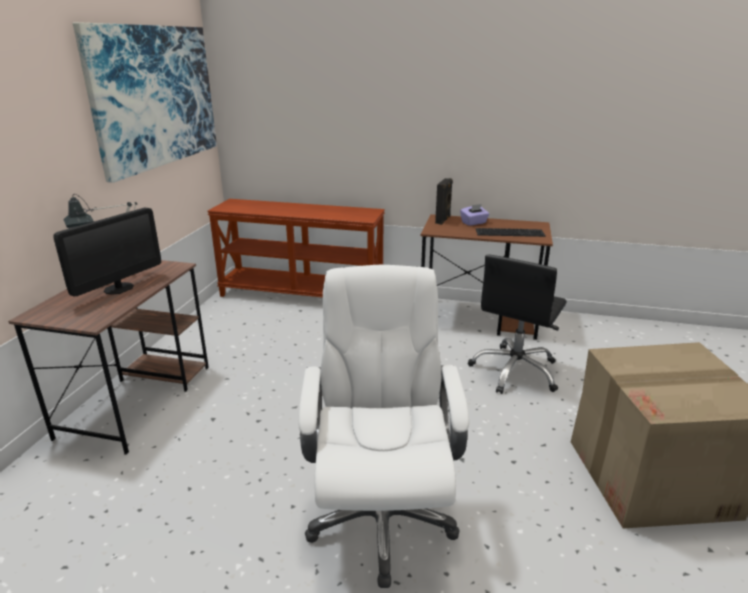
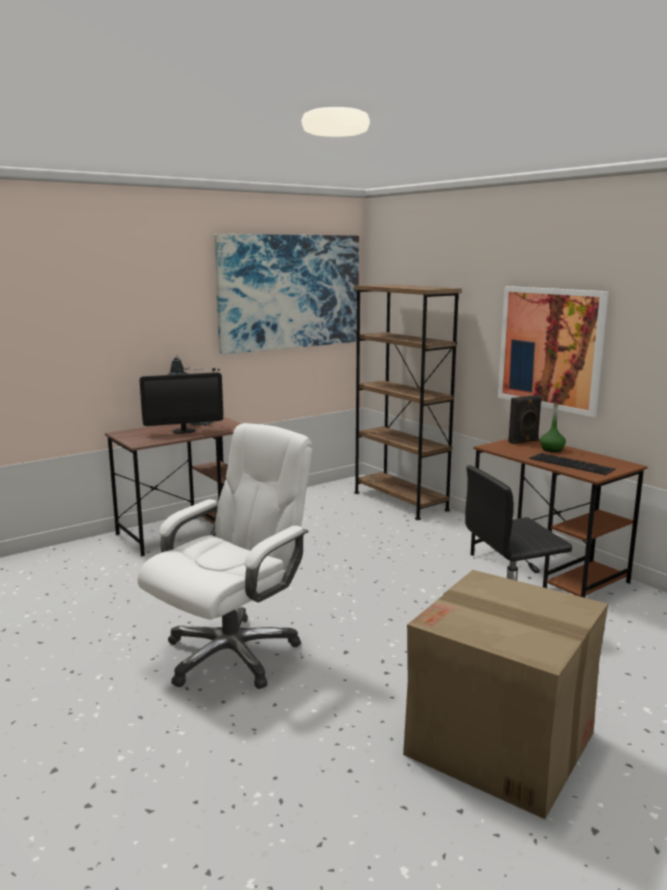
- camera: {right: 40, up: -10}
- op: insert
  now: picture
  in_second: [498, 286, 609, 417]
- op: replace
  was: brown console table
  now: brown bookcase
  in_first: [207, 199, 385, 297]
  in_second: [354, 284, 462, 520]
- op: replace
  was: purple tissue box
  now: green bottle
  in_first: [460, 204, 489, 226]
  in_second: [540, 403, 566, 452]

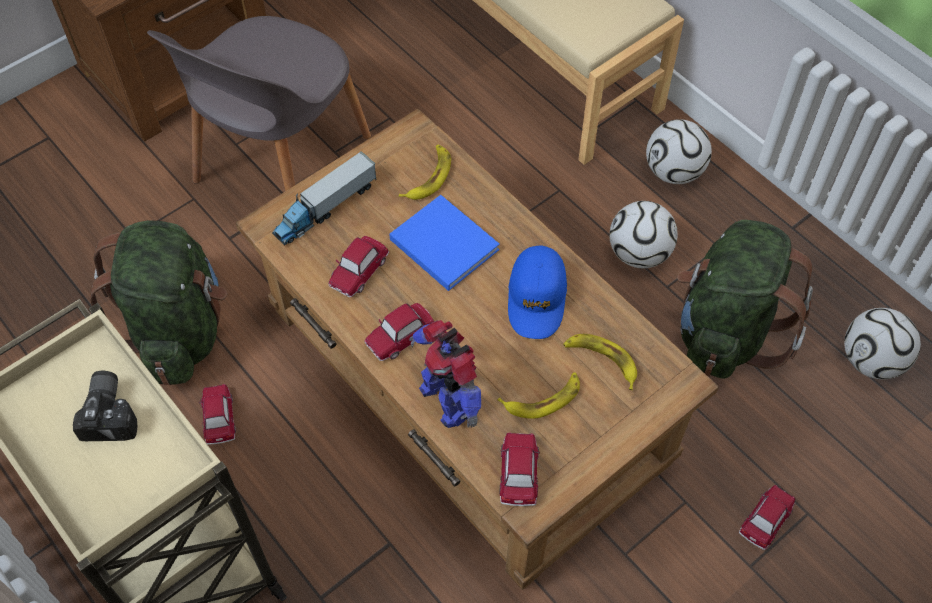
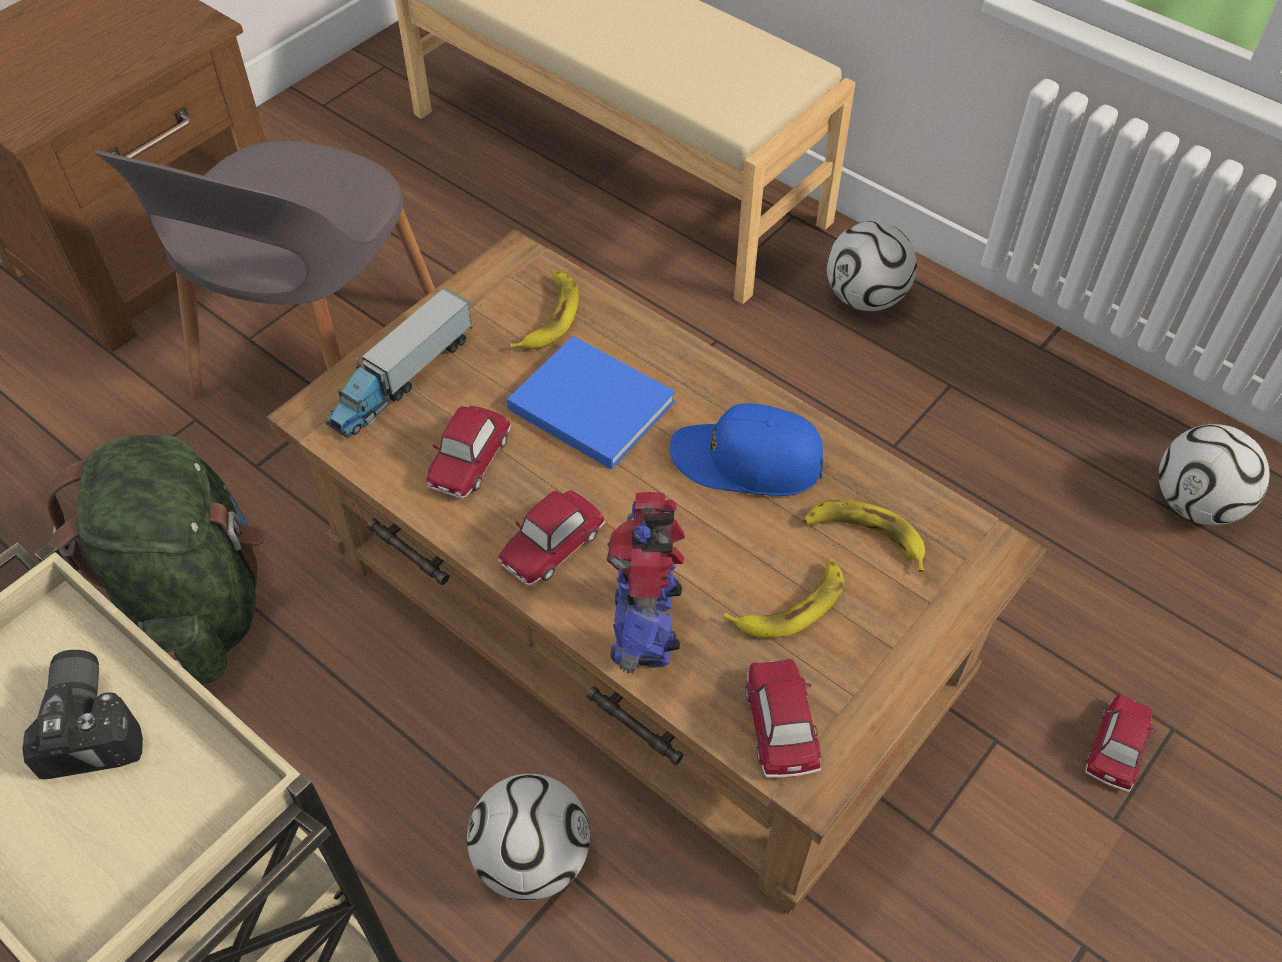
- camera: {right: -10, up: -5}
- op: delete
  was: toy car
  in_first: [199, 384, 236, 445]
- op: delete
  was: green backpack
  in_first: [677, 220, 813, 379]
- op: move
  was: football
  in_first: [609, 201, 678, 268]
  in_second: [467, 774, 590, 901]
- op: rotate
  was: toy robot
  in_first: [409, 320, 481, 428]
  in_second: [607, 492, 685, 674]
  clockwise: 45
- op: rotate
  was: blue cap
  in_first: [508, 245, 567, 339]
  in_second: [669, 403, 824, 496]
  clockwise: 105

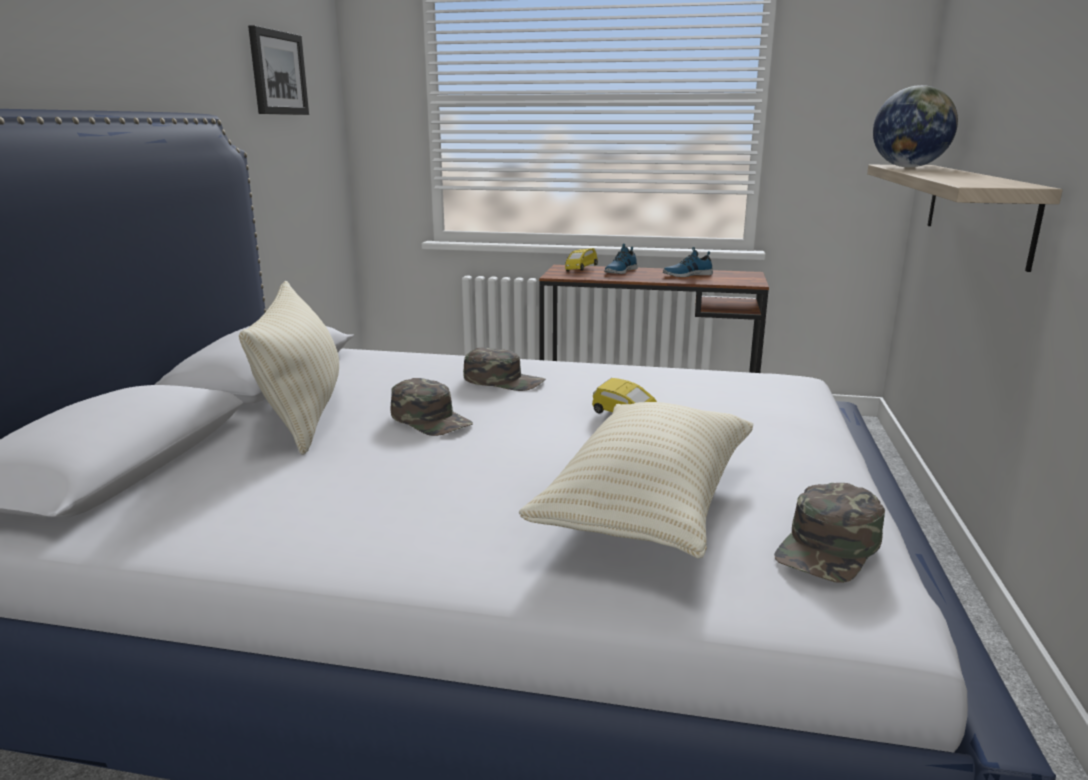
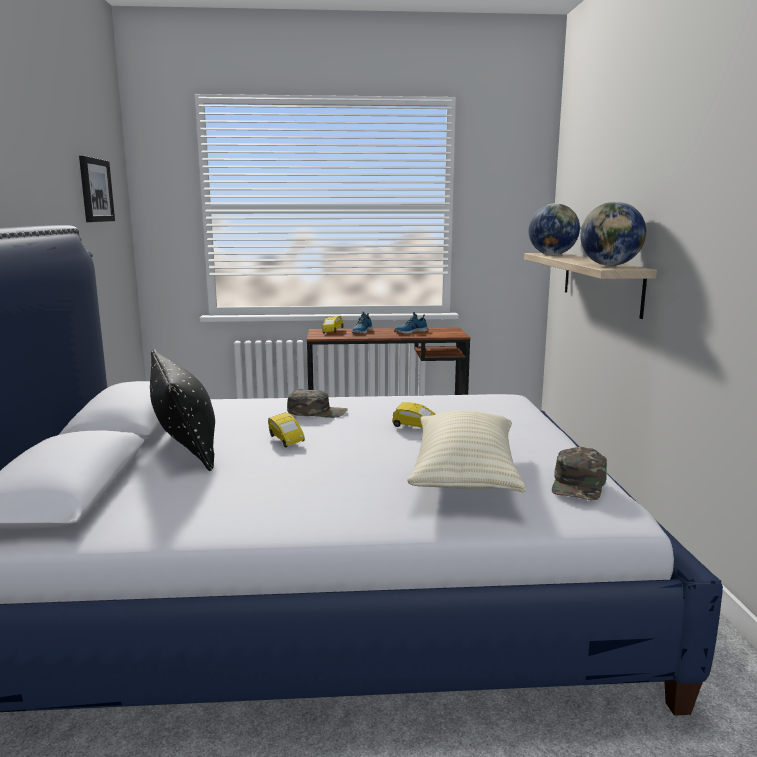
- camera: {right: -15, up: -5}
- op: insert
  now: globe
  in_second: [580, 202, 646, 266]
- op: replace
  was: green cap
  now: yellow toy car
  in_first: [390, 378, 473, 436]
  in_second: [268, 412, 305, 448]
- op: recolor
  was: beige pillow
  now: black pillow
  in_first: [239, 281, 339, 455]
  in_second: [150, 349, 215, 471]

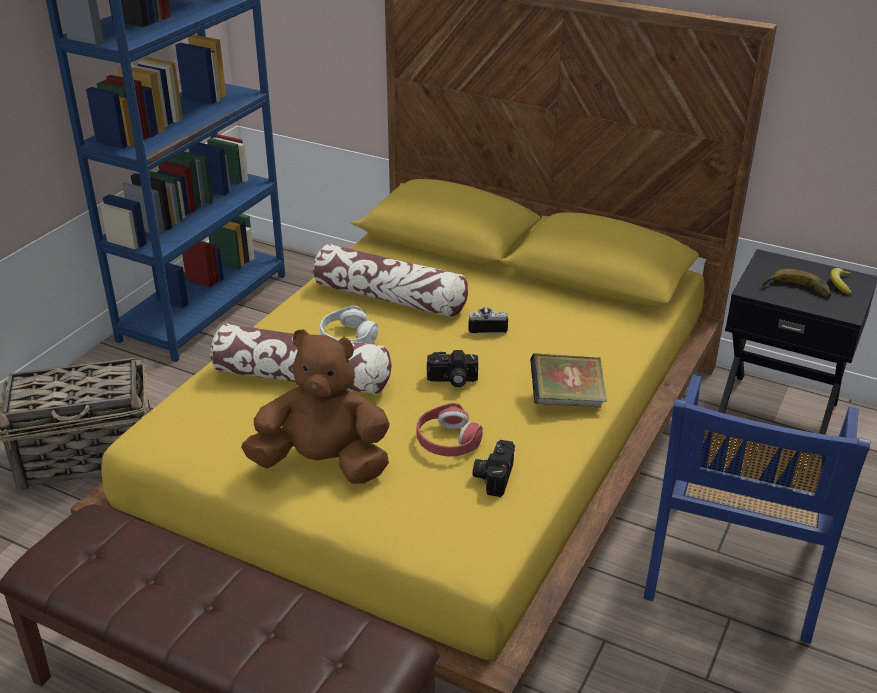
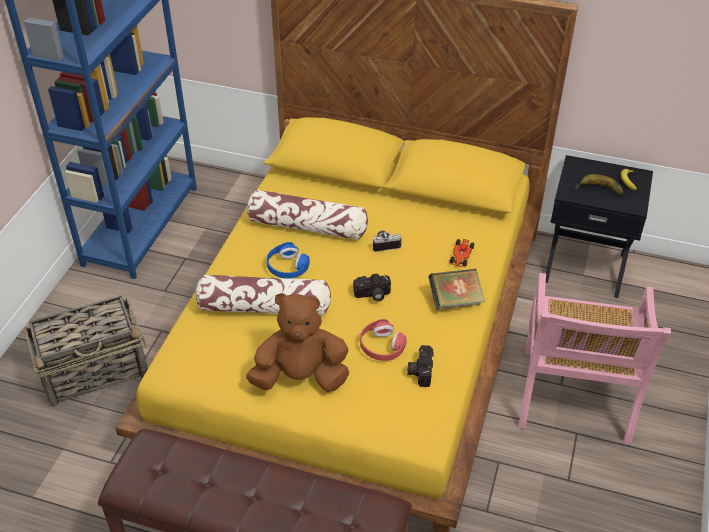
- camera: {right: -10, up: 10}
- op: insert
  now: toy car
  in_second: [449, 239, 475, 267]
- op: recolor
  was: white headphones
  now: blue headphones
  in_first: [320, 306, 378, 344]
  in_second: [267, 242, 310, 279]
- op: recolor
  was: blue chair
  now: pink chair
  in_first: [644, 375, 870, 644]
  in_second: [519, 273, 671, 444]

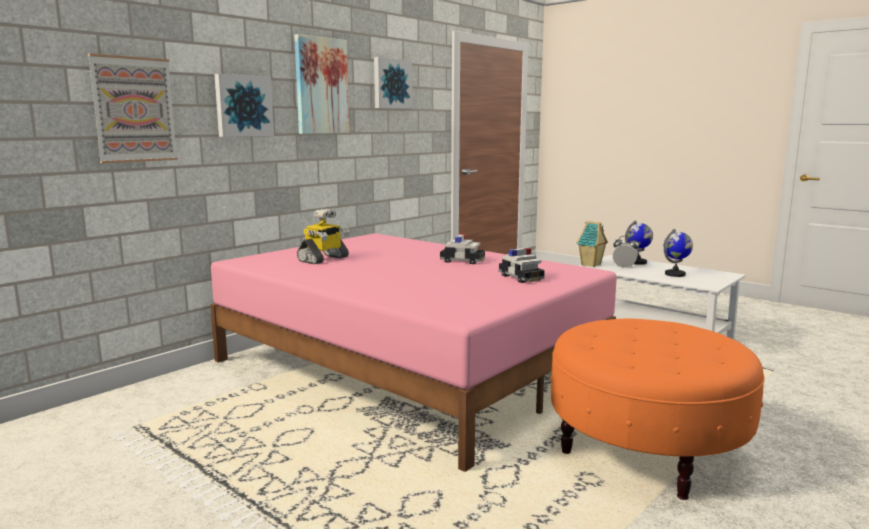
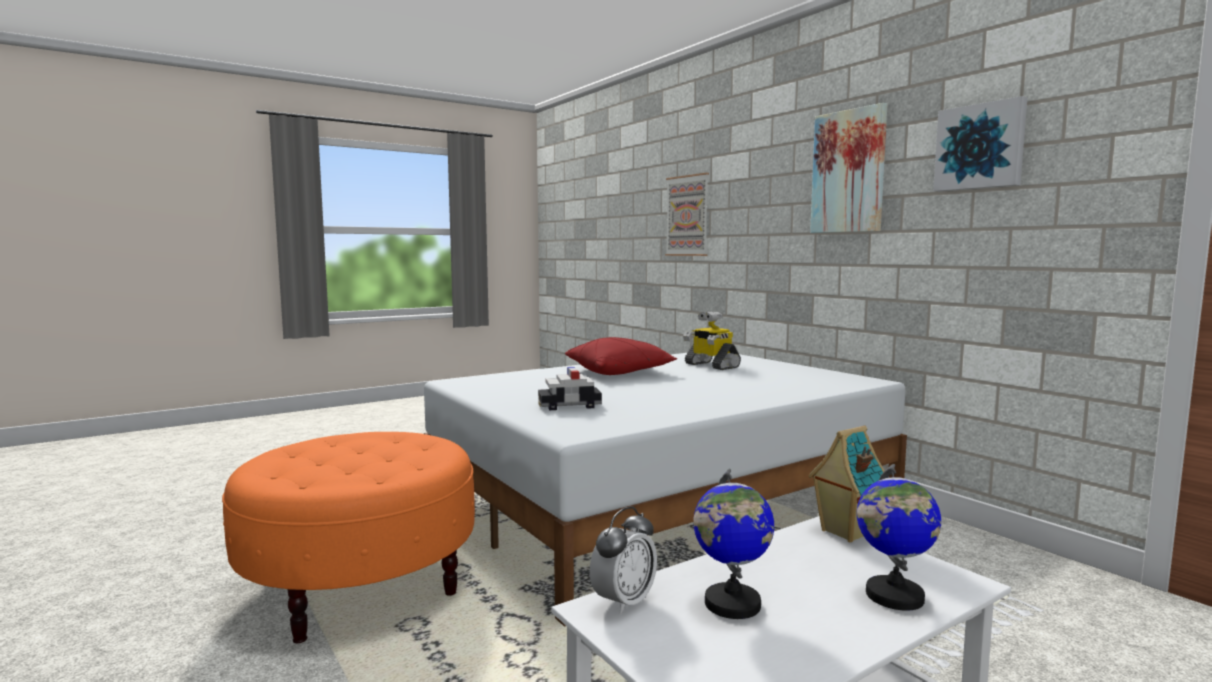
- camera: {right: 105, up: -5}
- op: delete
  was: picture
  in_first: [214, 74, 274, 137]
- op: delete
  was: toy car
  in_first: [440, 234, 485, 264]
- op: insert
  now: red pillow
  in_second: [565, 337, 677, 375]
- op: move
  was: alarm clock
  in_first: [613, 236, 639, 268]
  in_second: [590, 506, 657, 614]
- op: recolor
  was: pink bed
  now: white bed
  in_first: [210, 233, 617, 472]
  in_second: [424, 353, 907, 627]

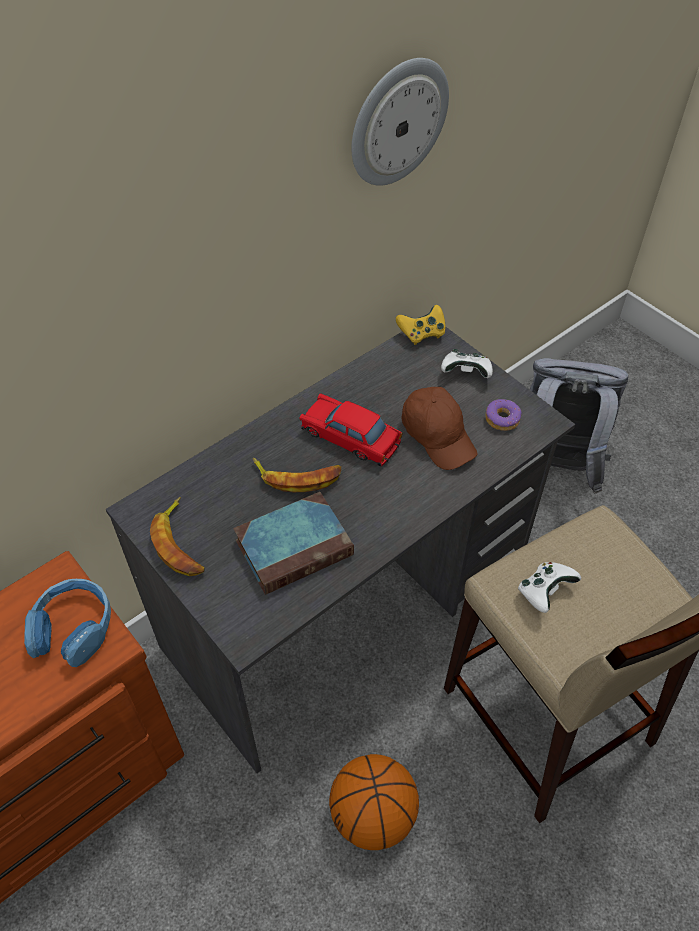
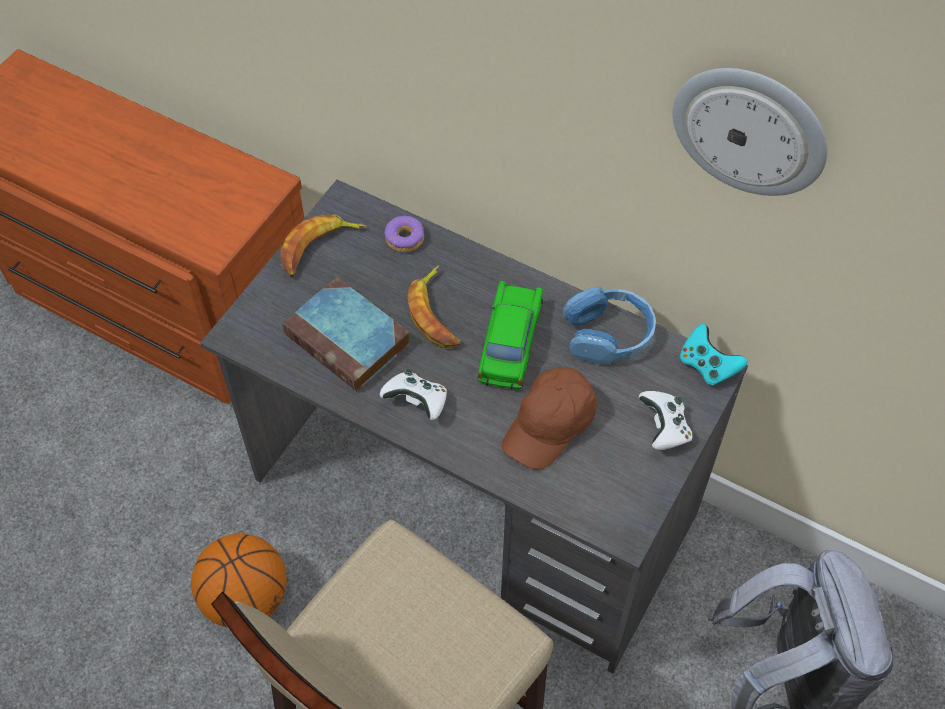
- camera: {right: 70, up: 5}
- op: move
  was: blue headphones
  in_first: [24, 579, 111, 667]
  in_second: [563, 287, 656, 365]
- op: move
  was: donut
  in_first: [485, 399, 521, 431]
  in_second: [384, 215, 424, 252]
- op: move
  was: white game controller
  in_first: [518, 562, 581, 613]
  in_second: [380, 369, 447, 420]
- op: recolor
  was: red toy car
  now: green toy car
  in_first: [299, 393, 402, 466]
  in_second: [477, 281, 543, 389]
- op: recolor
  was: yellow game controller
  now: turquoise game controller
  in_first: [396, 305, 445, 345]
  in_second: [680, 324, 748, 385]

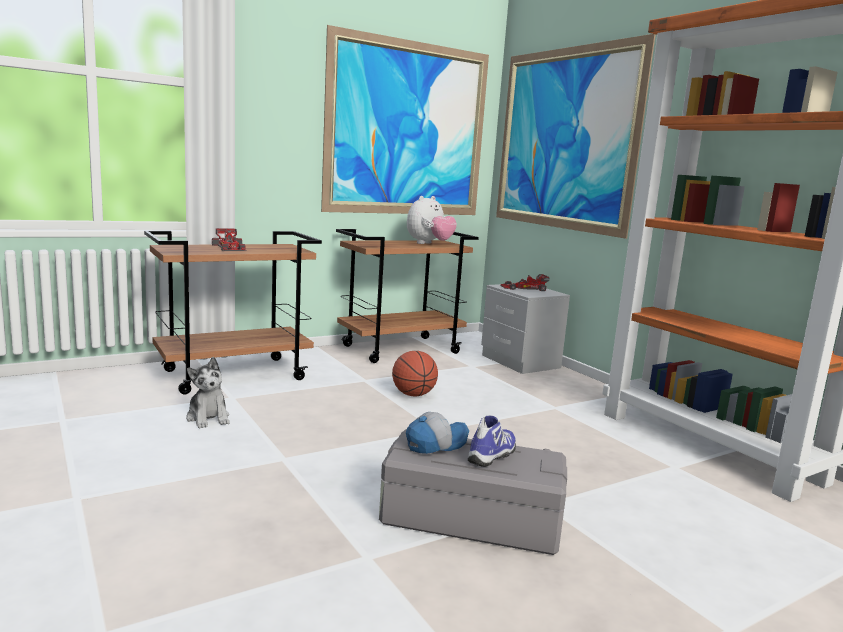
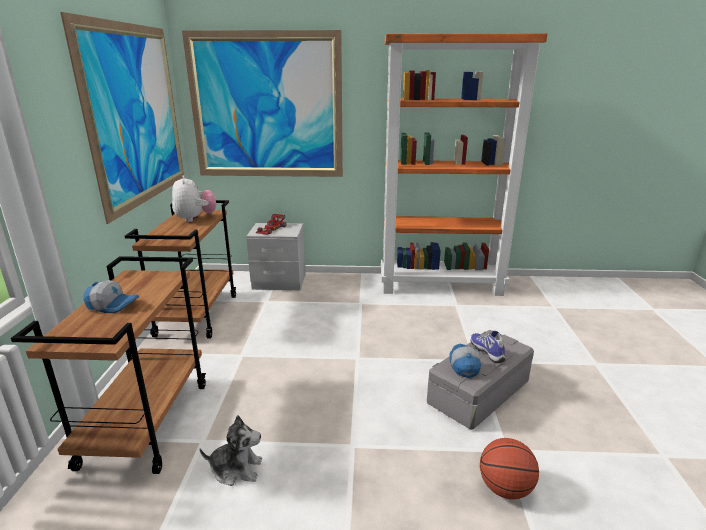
- camera: {right: -55, up: 10}
- op: move
  was: basketball
  in_first: [392, 351, 438, 396]
  in_second: [480, 438, 539, 499]
- op: replace
  was: toy car
  now: cap
  in_first: [212, 228, 246, 251]
  in_second: [83, 280, 139, 313]

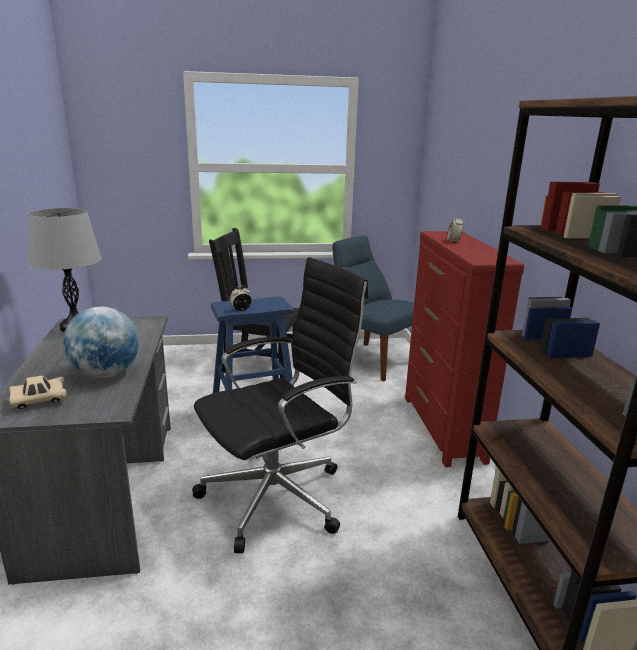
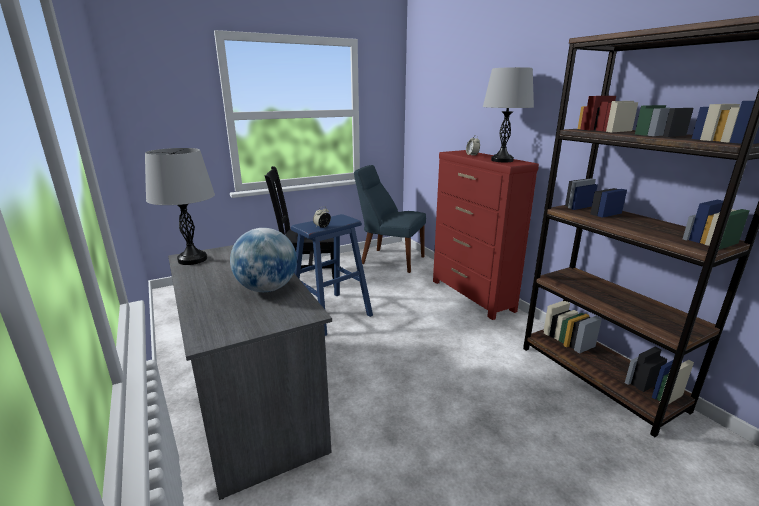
- camera: {right: -20, up: 0}
- op: delete
  was: beige toy car
  in_first: [9, 376, 68, 409]
- op: delete
  was: black office chair
  in_first: [192, 257, 368, 553]
- op: insert
  now: grey table lamp
  in_second: [483, 67, 534, 162]

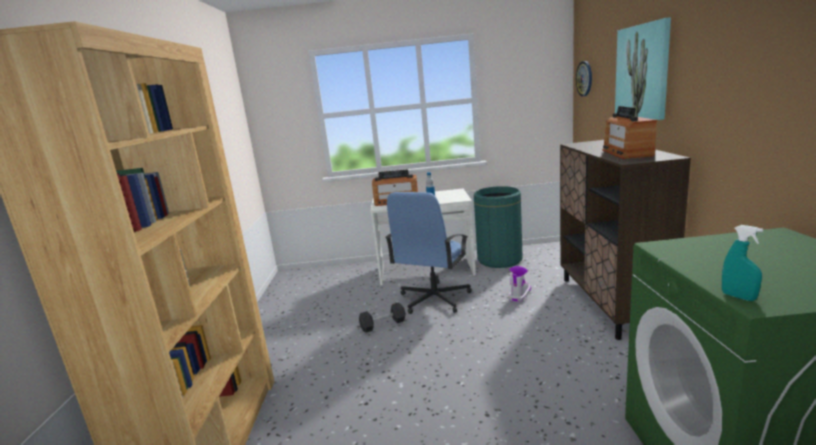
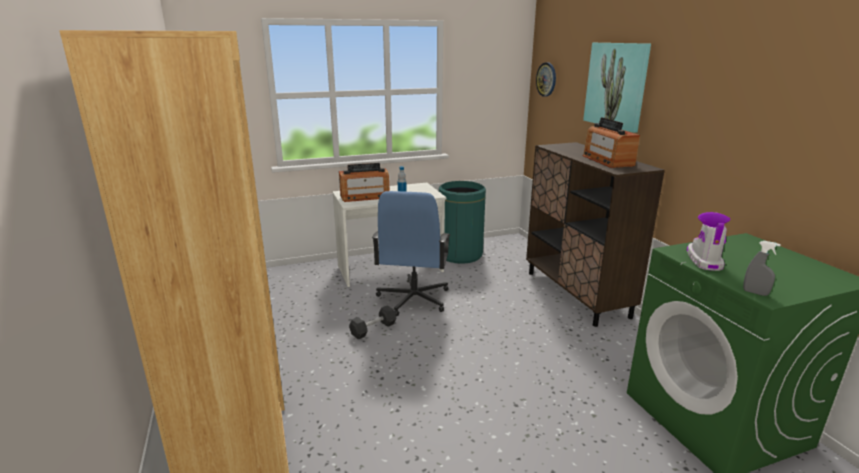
- camera: {right: -20, up: 5}
- op: move
  was: boot
  in_first: [509, 266, 531, 302]
  in_second: [687, 212, 731, 271]
- op: recolor
  was: turquoise spray bottle
  now: grey spray bottle
  in_first: [722, 225, 763, 301]
  in_second: [743, 241, 781, 296]

